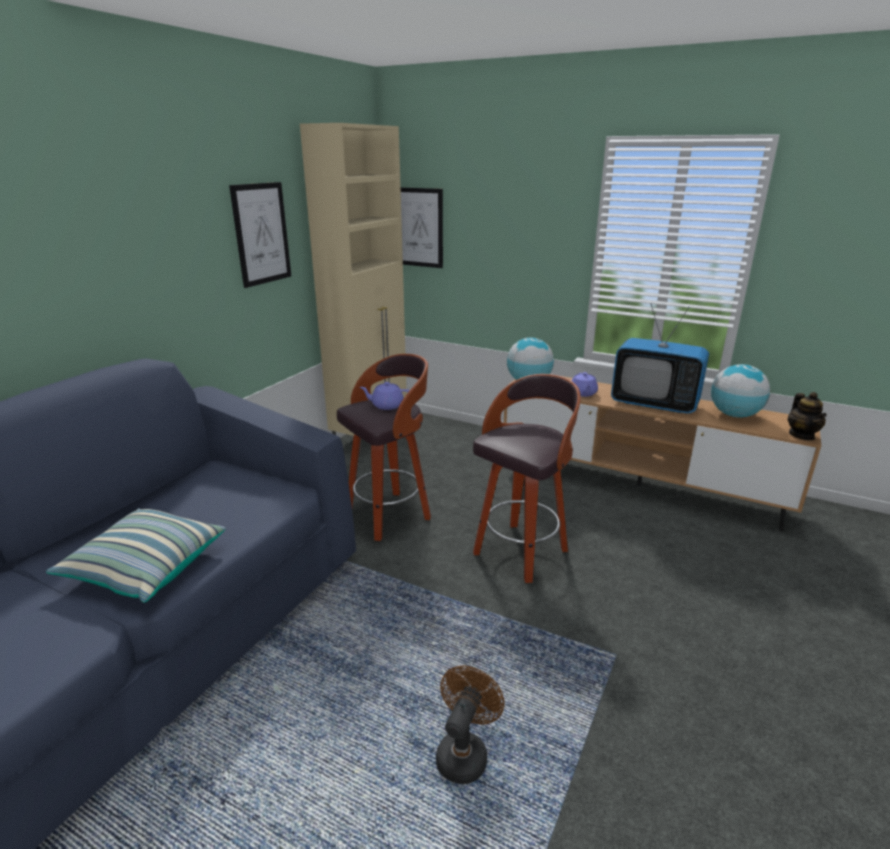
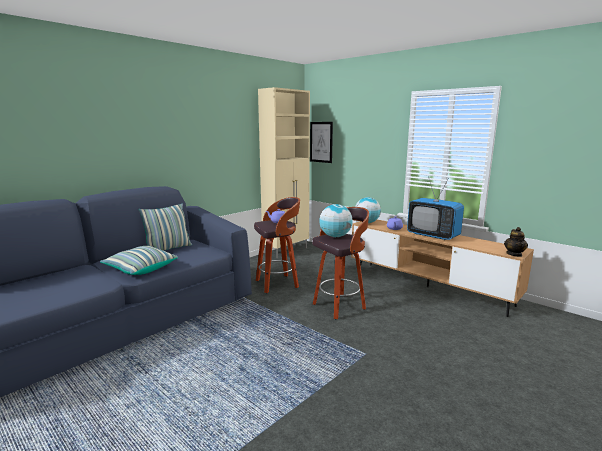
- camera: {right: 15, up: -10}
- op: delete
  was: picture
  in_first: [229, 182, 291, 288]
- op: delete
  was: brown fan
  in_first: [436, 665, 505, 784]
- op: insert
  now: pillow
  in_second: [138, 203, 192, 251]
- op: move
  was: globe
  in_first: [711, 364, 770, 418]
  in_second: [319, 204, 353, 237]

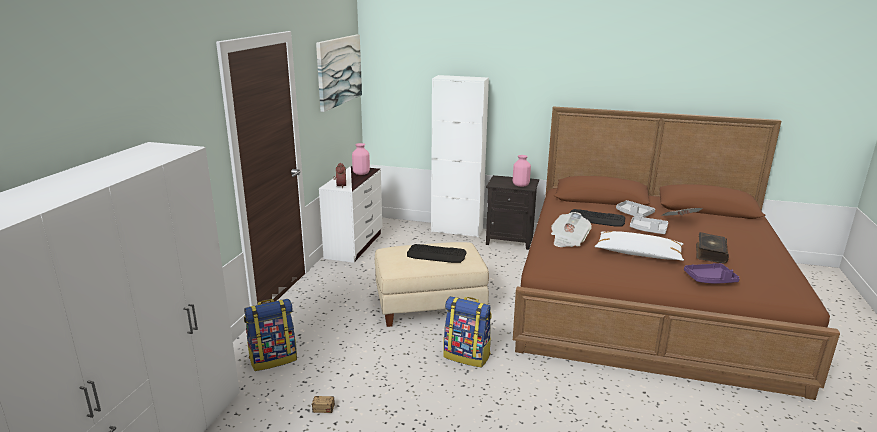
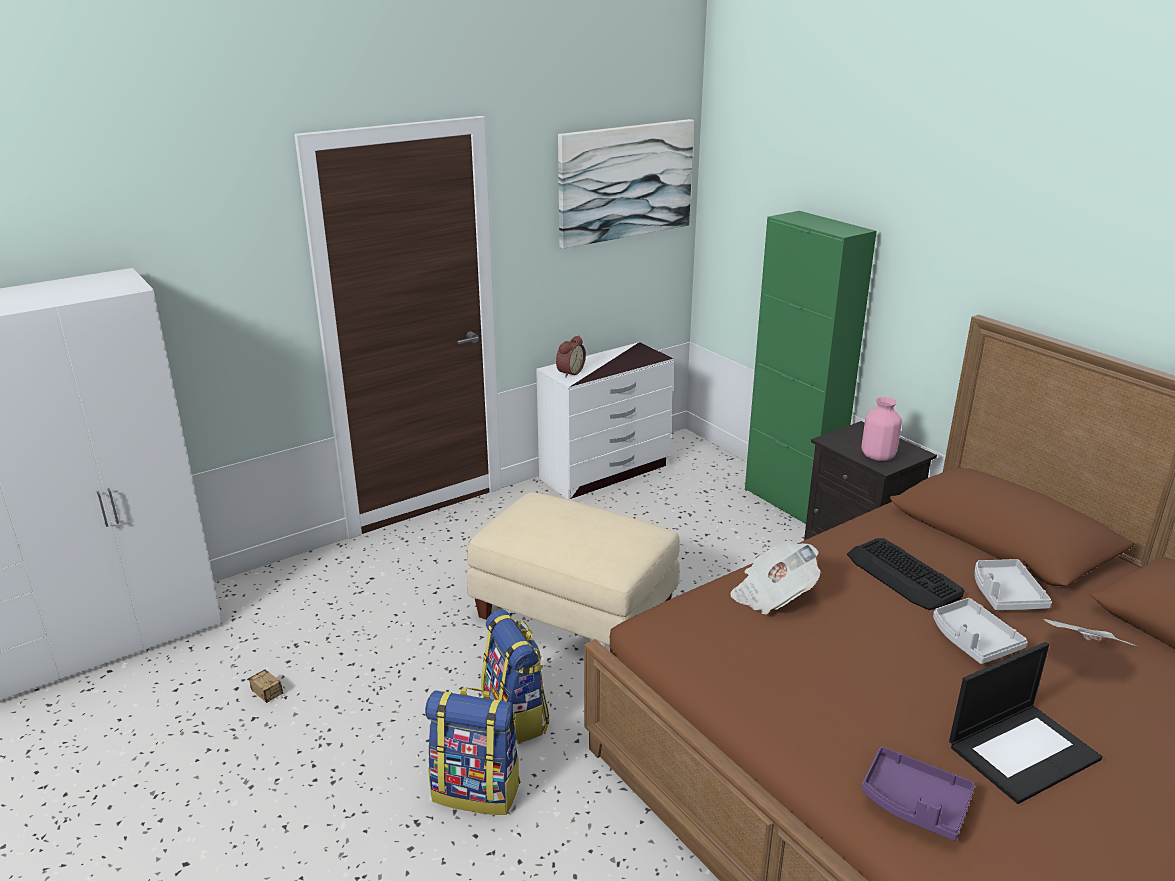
- camera: {right: 40, up: 5}
- op: delete
  was: pink vase
  in_first: [352, 143, 370, 175]
- op: delete
  was: keyboard
  in_first: [407, 244, 467, 263]
- op: delete
  was: white pillow
  in_first: [595, 231, 684, 261]
- op: move
  was: backpack
  in_first: [244, 299, 297, 371]
  in_second: [425, 688, 521, 815]
- op: replace
  was: book
  now: laptop
  in_first: [696, 232, 729, 264]
  in_second: [949, 642, 1103, 804]
- op: recolor
  was: white cabinet
  now: green cabinet
  in_first: [431, 75, 489, 238]
  in_second: [745, 211, 877, 524]

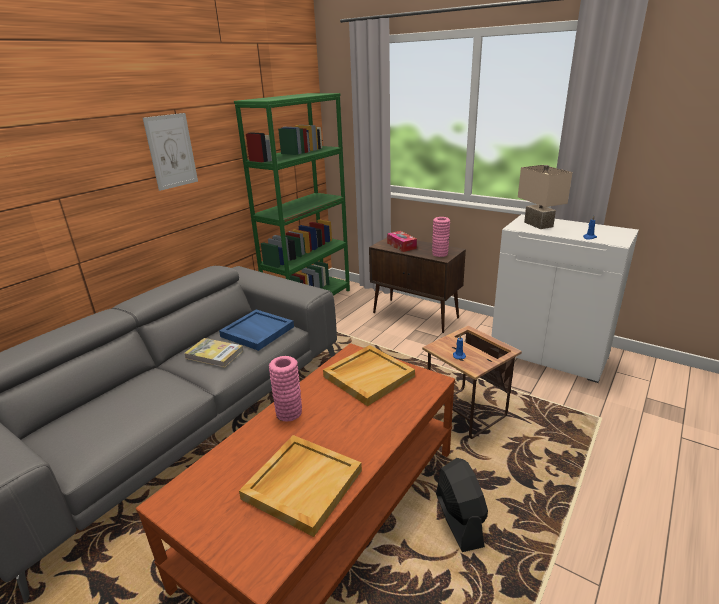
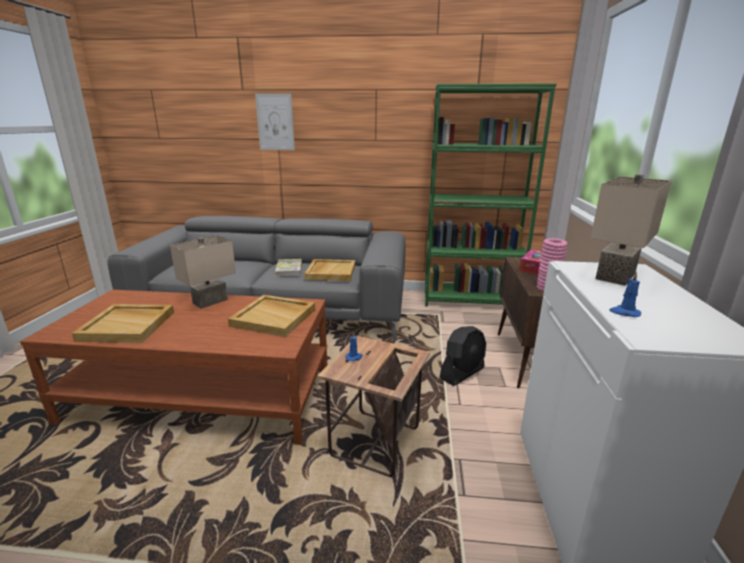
- camera: {right: 60, up: -5}
- op: move
  was: picture
  in_first: [143, 113, 198, 191]
  in_second: [255, 93, 295, 150]
- op: move
  was: black fan
  in_first: [436, 458, 488, 552]
  in_second: [439, 326, 486, 386]
- op: replace
  was: pink vase
  now: beige table lamp
  in_first: [269, 356, 302, 422]
  in_second: [170, 235, 236, 309]
- op: recolor
  was: blue tray
  now: beige tray
  in_first: [219, 309, 294, 351]
  in_second: [304, 259, 355, 281]

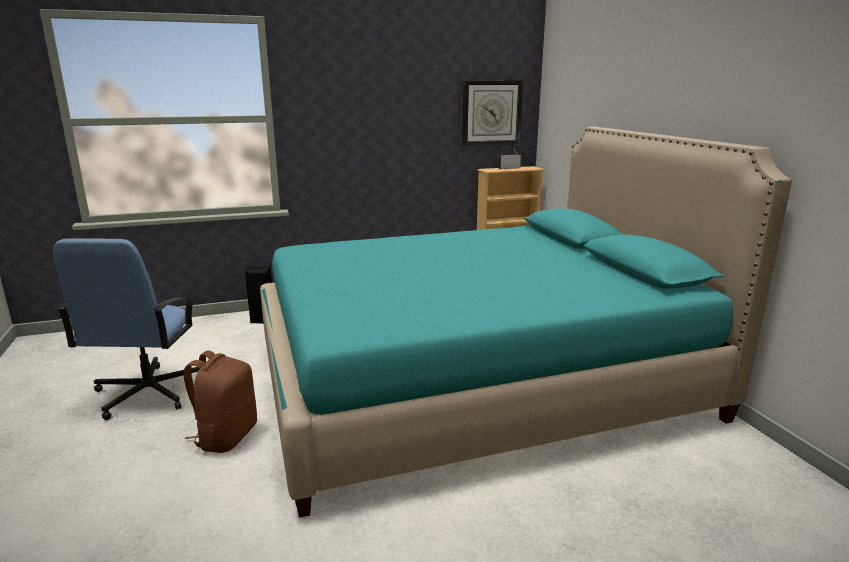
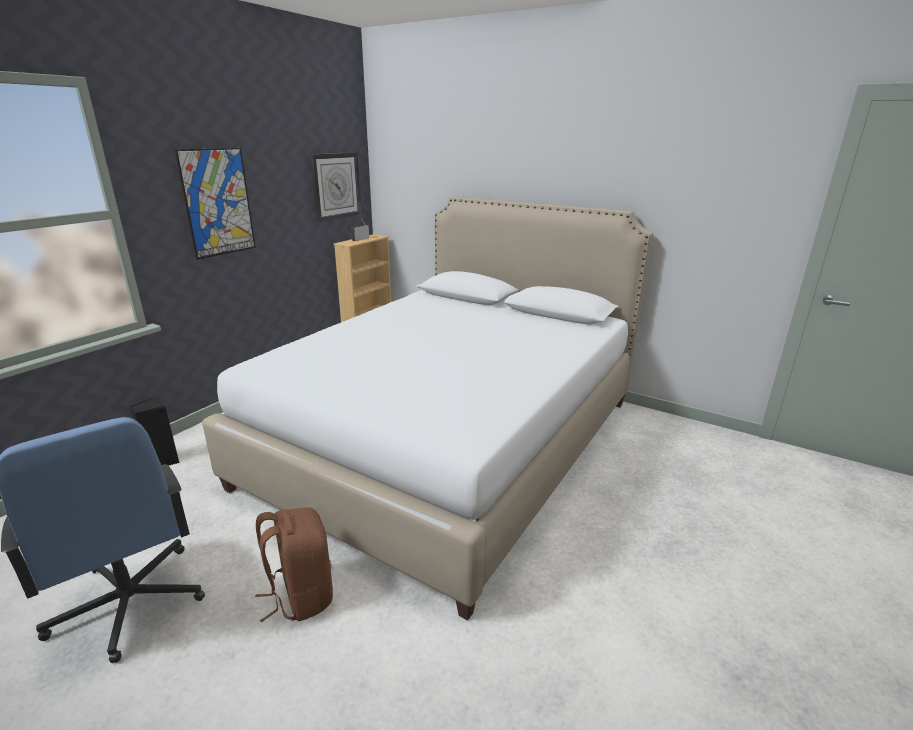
- camera: {right: -40, up: 5}
- op: insert
  now: picture
  in_second: [175, 148, 256, 260]
- op: recolor
  was: turquoise bed
  now: white bed
  in_first: [260, 127, 792, 518]
  in_second: [202, 196, 653, 620]

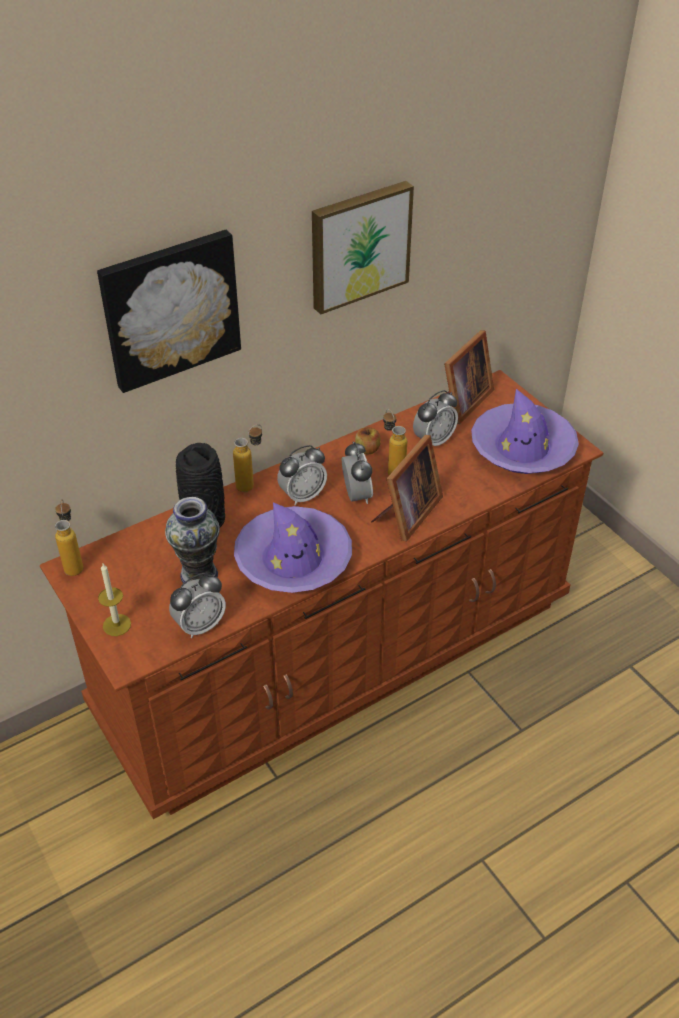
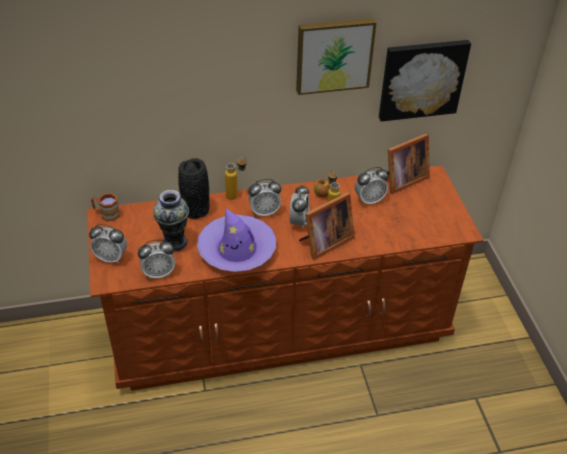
- camera: {right: 20, up: 0}
- op: delete
  was: purple hat
  in_first: [471, 389, 579, 474]
- op: move
  was: picture
  in_first: [97, 230, 241, 393]
  in_second: [379, 40, 471, 122]
- op: replace
  was: bottle
  now: brown mug
  in_first: [55, 499, 83, 576]
  in_second: [91, 193, 120, 222]
- op: replace
  was: candle
  now: alarm clock
  in_first: [98, 564, 131, 636]
  in_second: [89, 224, 127, 264]

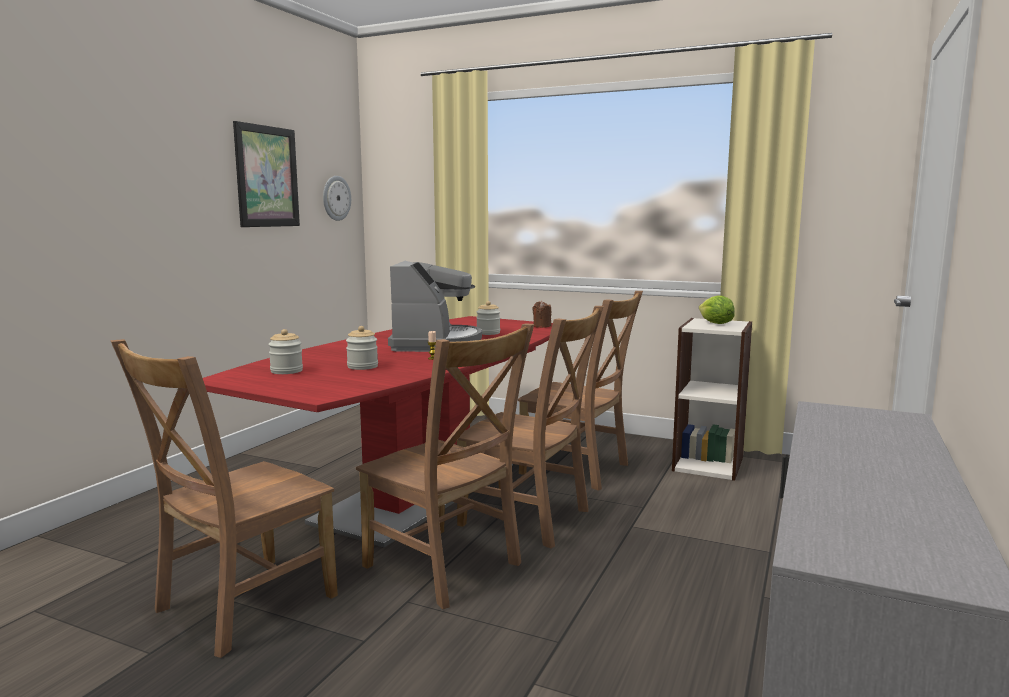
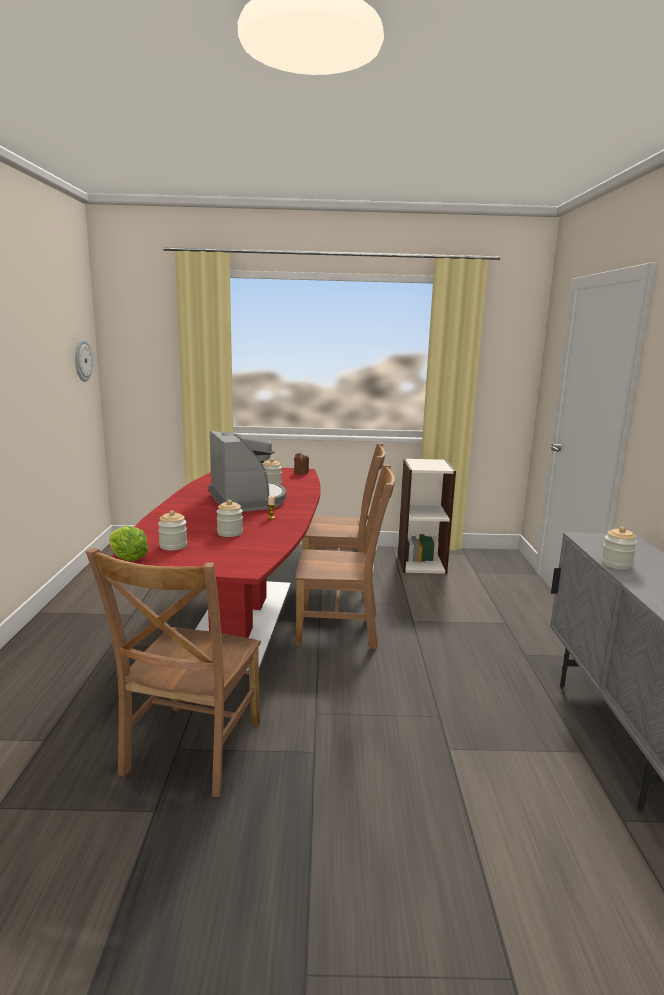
- camera: {right: -25, up: 5}
- op: delete
  was: picture
  in_first: [233, 121, 300, 227]
- op: delete
  was: brown chair
  in_first: [356, 323, 534, 609]
- op: insert
  now: jar
  in_second: [601, 527, 637, 570]
- op: move
  was: lettuce
  in_first: [699, 295, 735, 324]
  in_second: [109, 526, 148, 561]

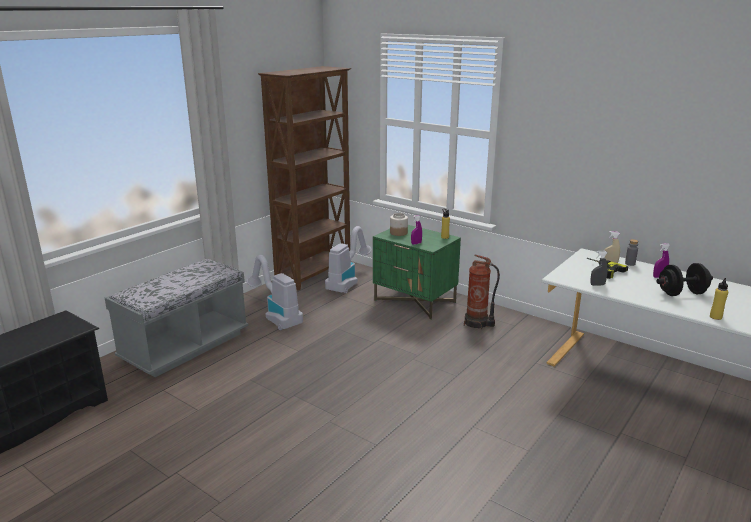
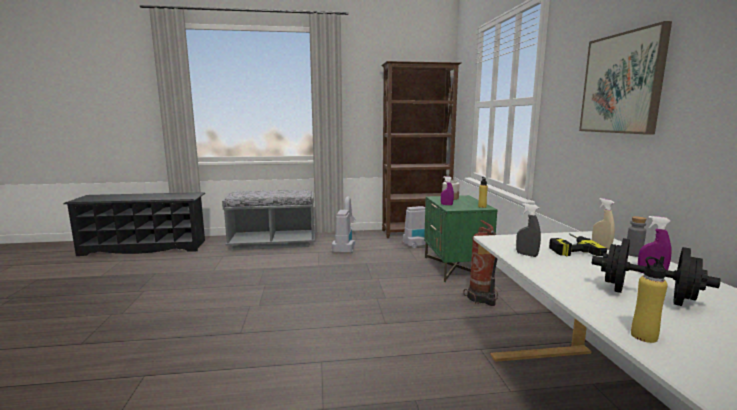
- camera: {right: 45, up: -10}
- op: insert
  now: picture
  in_second: [579, 21, 672, 135]

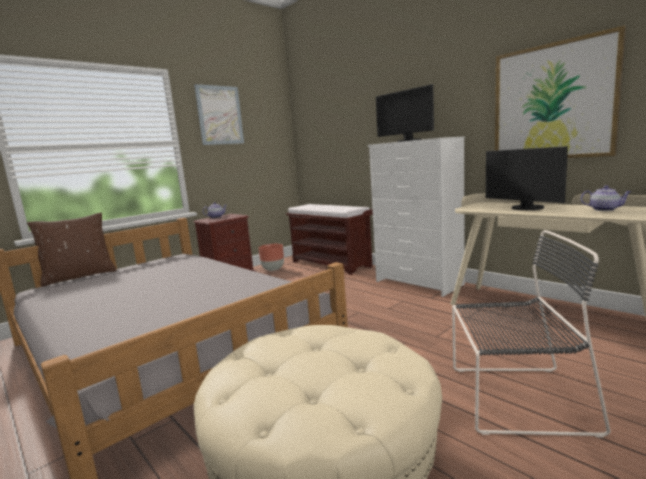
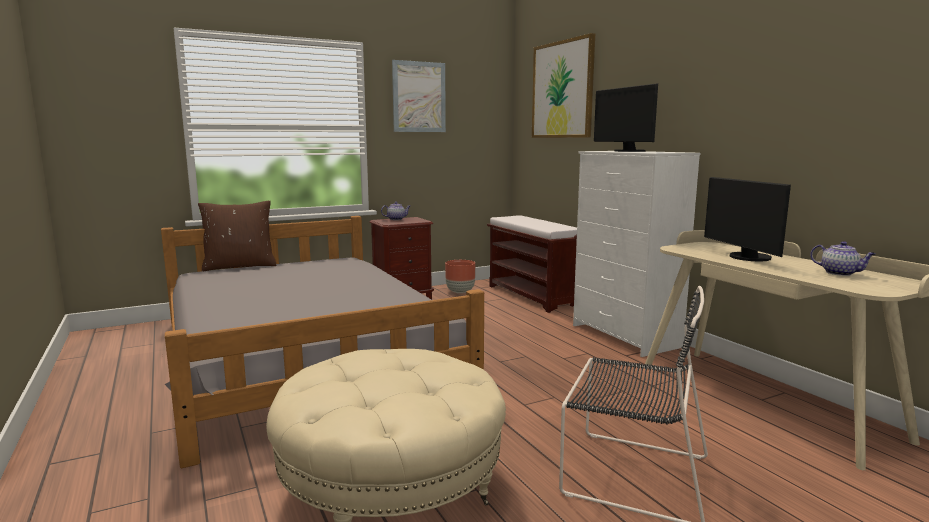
- camera: {right: 15, up: 0}
- op: move
  was: picture
  in_first: [495, 25, 626, 158]
  in_second: [532, 33, 595, 138]

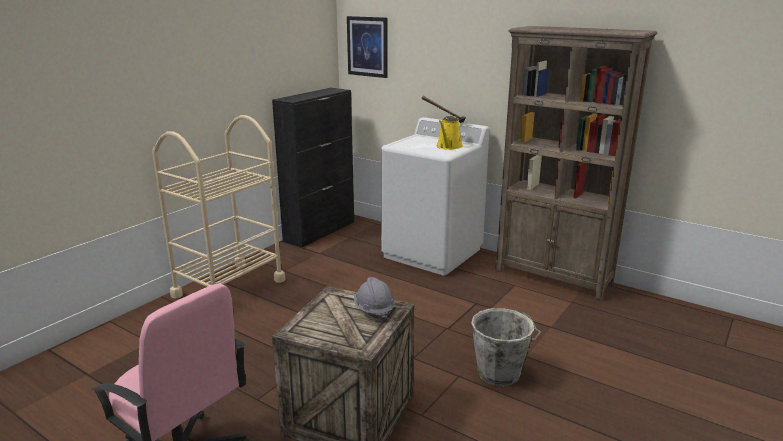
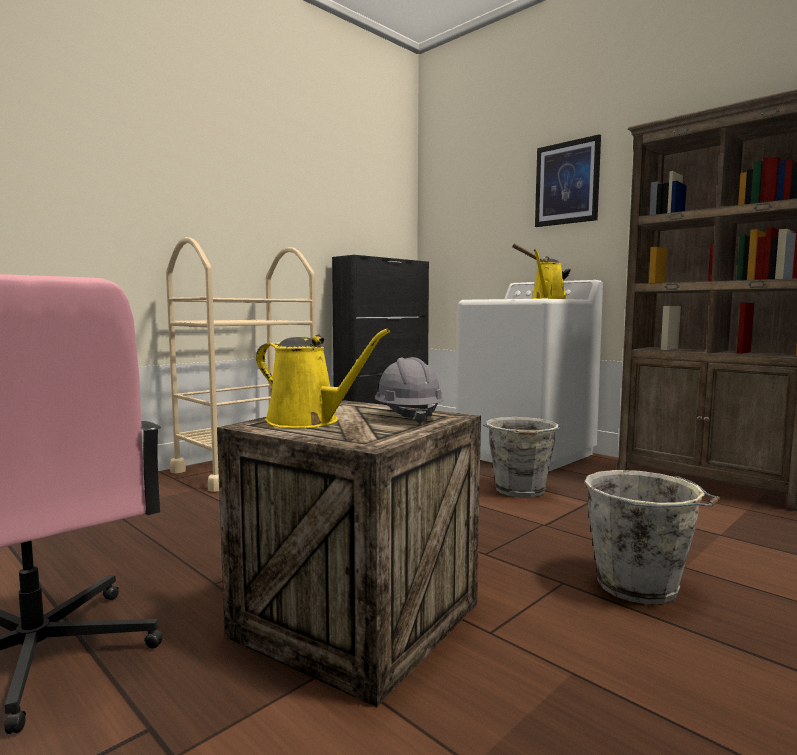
- camera: {right: 10, up: -15}
- op: insert
  now: yellow watering can
  in_second: [256, 329, 390, 428]
- op: insert
  now: grey bucket
  in_second: [483, 417, 562, 497]
- op: move
  was: picture
  in_first: [347, 16, 388, 78]
  in_second: [535, 134, 601, 227]

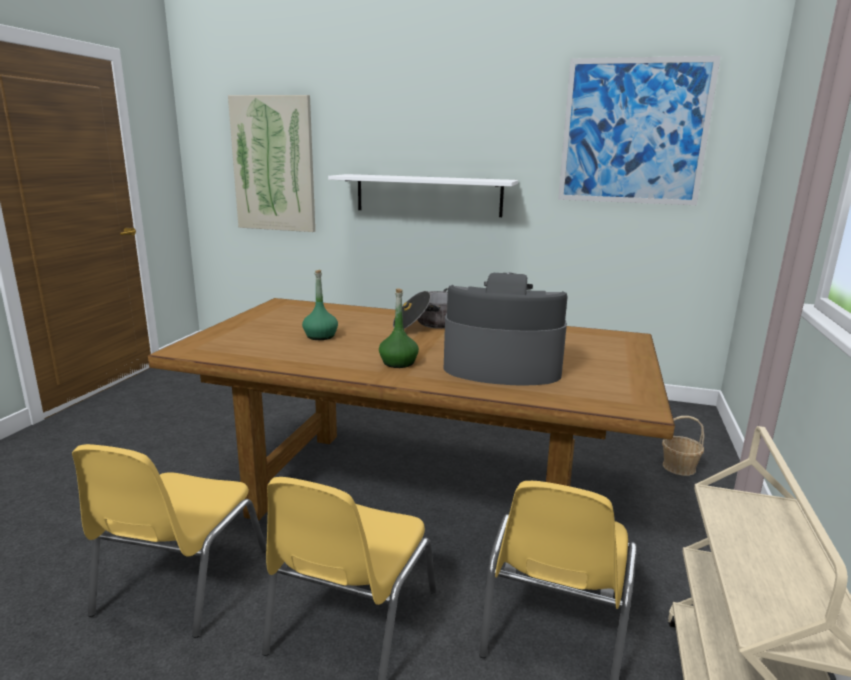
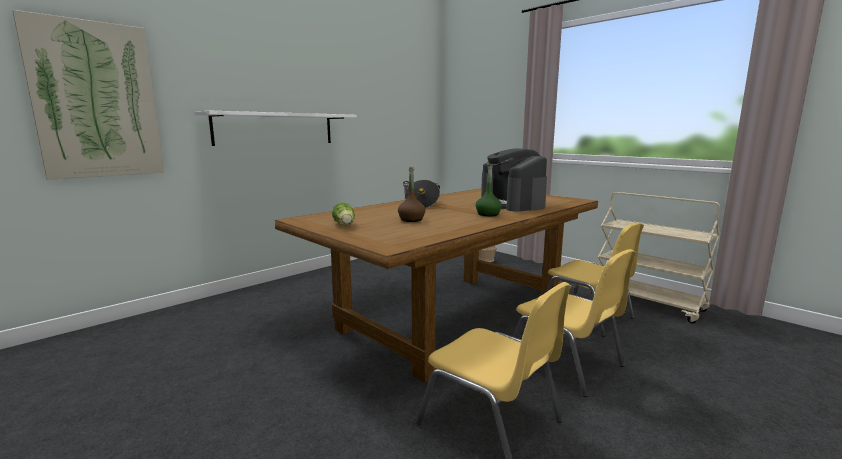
- camera: {right: -60, up: -5}
- op: delete
  was: picture
  in_first: [558, 56, 721, 205]
- op: insert
  now: lettuce
  in_second: [332, 203, 355, 226]
- op: recolor
  was: green bottle
  now: brown bottle
  in_first: [302, 270, 338, 340]
  in_second: [398, 166, 426, 222]
- op: rotate
  was: coffee machine
  in_first: [444, 272, 568, 386]
  in_second: [481, 148, 547, 211]
  clockwise: -60

